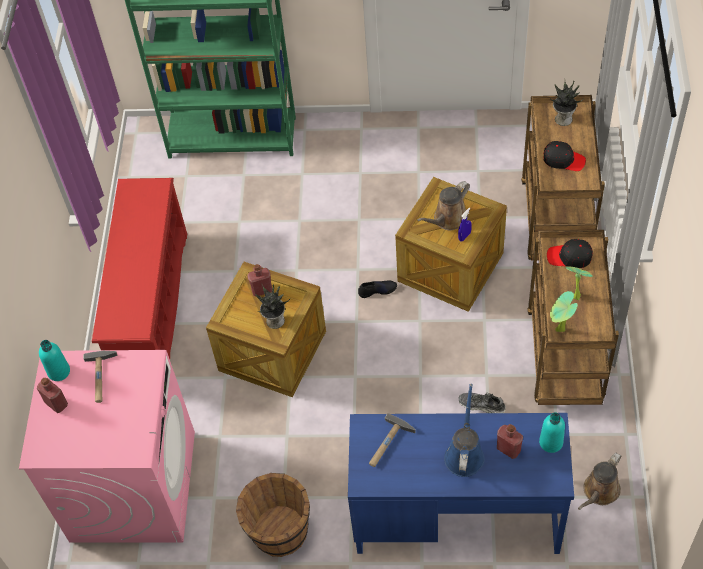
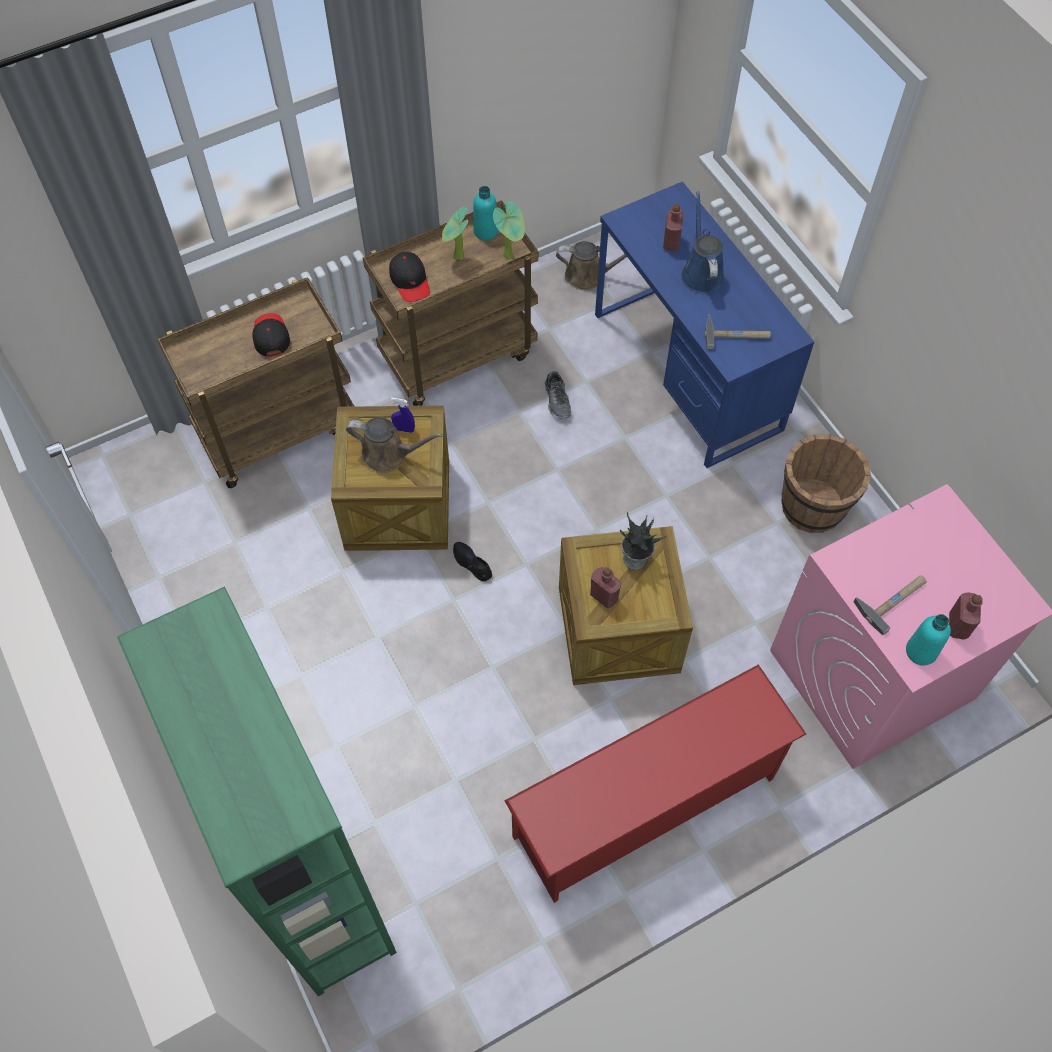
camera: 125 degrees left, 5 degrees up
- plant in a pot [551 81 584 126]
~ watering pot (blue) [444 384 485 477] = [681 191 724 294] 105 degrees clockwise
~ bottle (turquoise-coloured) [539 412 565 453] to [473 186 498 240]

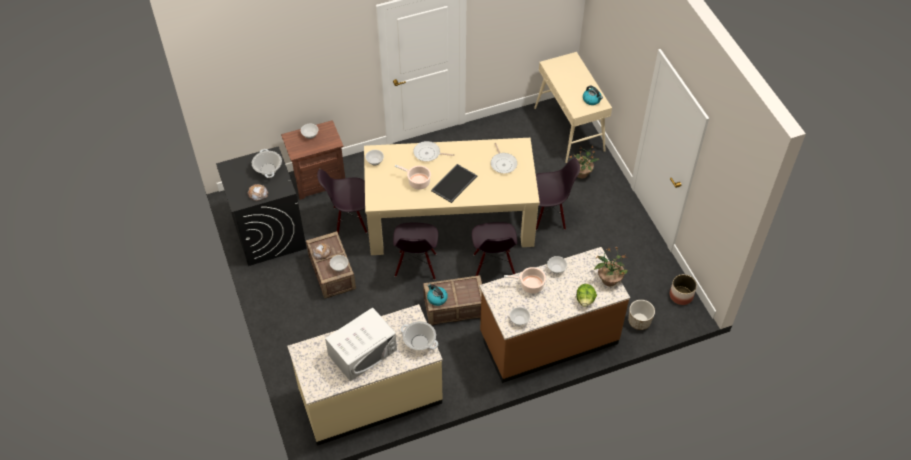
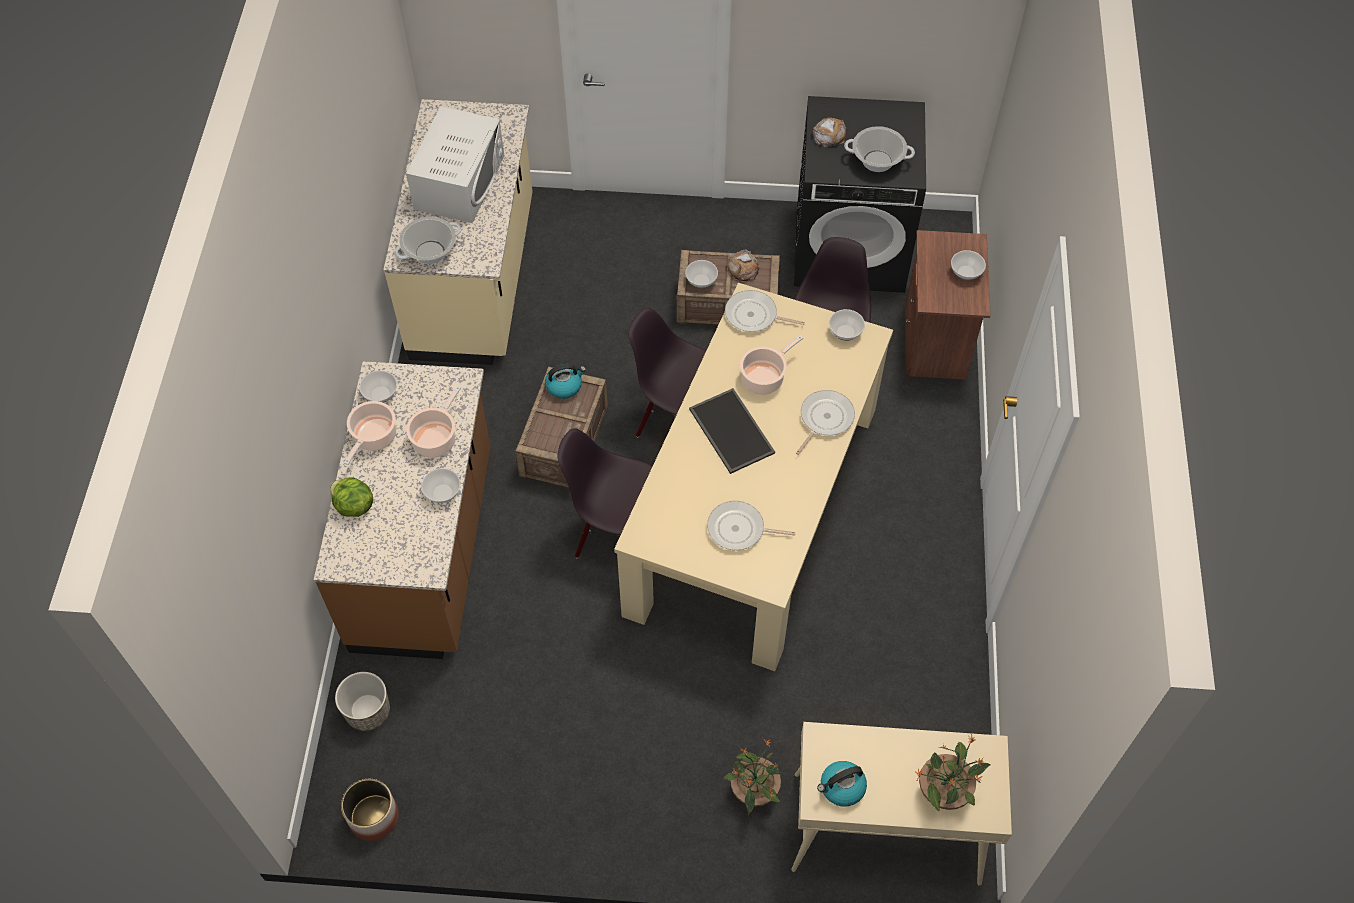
camera: 115 degrees right, 5 degrees up
- chair (black-coloured) [536 158 580 230]
~ plant in a pot [594 247 628 286] to [916 734 990 811]
~ microwave oven (white) [325 307 397 381] = [406 106 504 223] 150 degrees counterclockwise
+ frying pan [725 290 805 332]
+ stockpot [344 401 396 465]

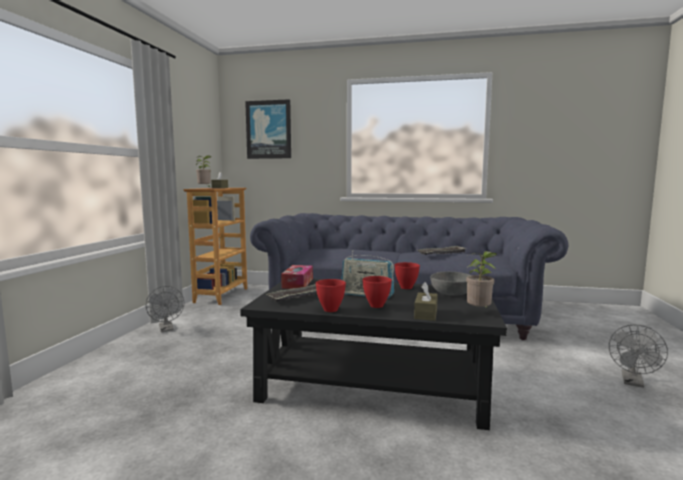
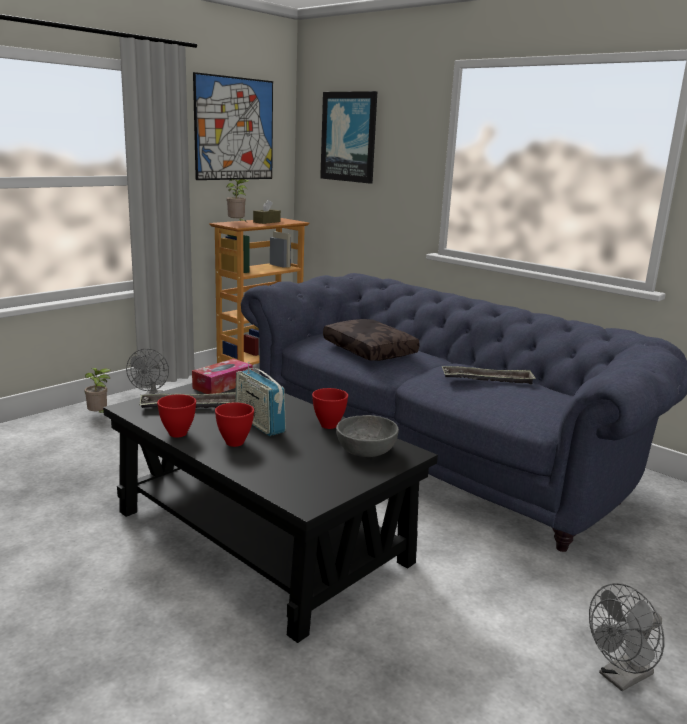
camera: 30 degrees right, 10 degrees up
~ plant in a pot [466 251 497 308] to [84 368 111 413]
- tissue box (brownish) [414 282 438 321]
+ picture [193 72 273 180]
+ cushion (brownish) [323 319 420 361]

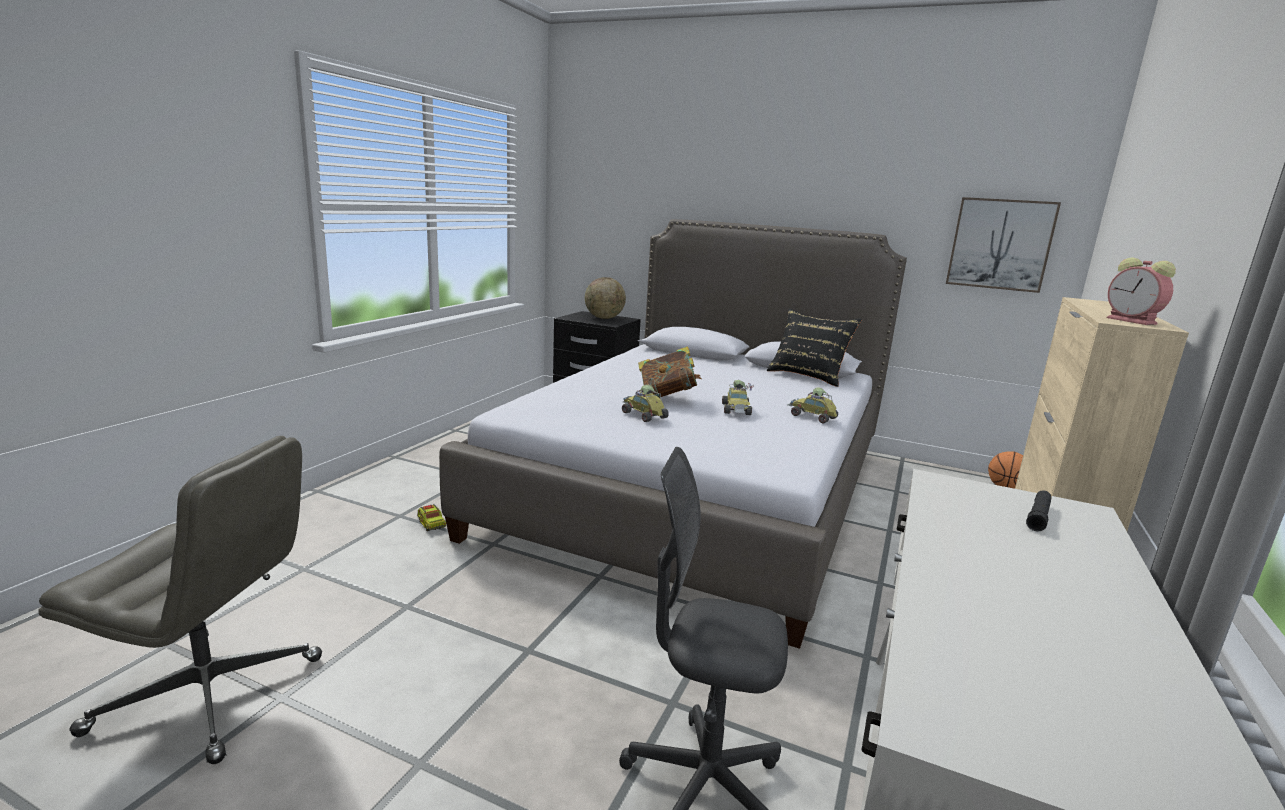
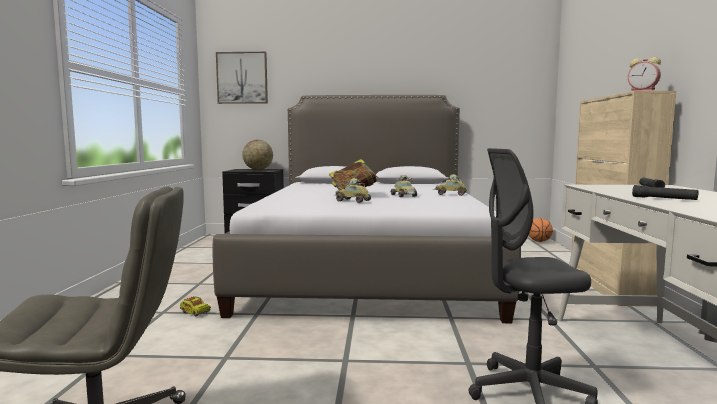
camera: 20 degrees left, 10 degrees down
~ picture [946 197 1061 293] to [216 52 268 104]
- cushion (black-coloured) [767 309 862 387]
+ flashlight (black-coloured) [632 185 698 200]

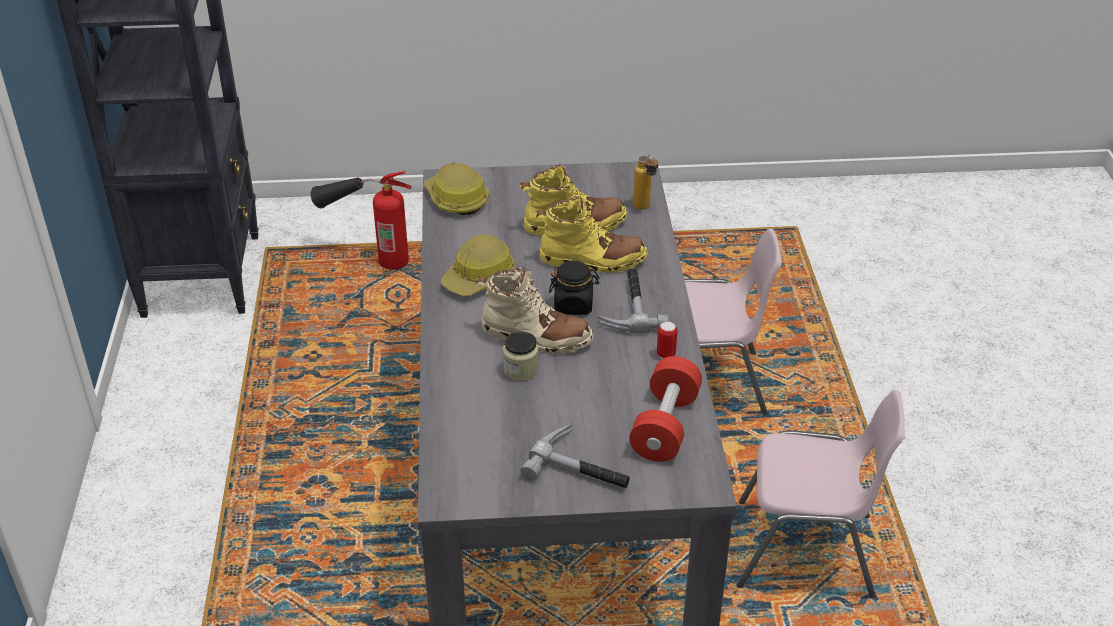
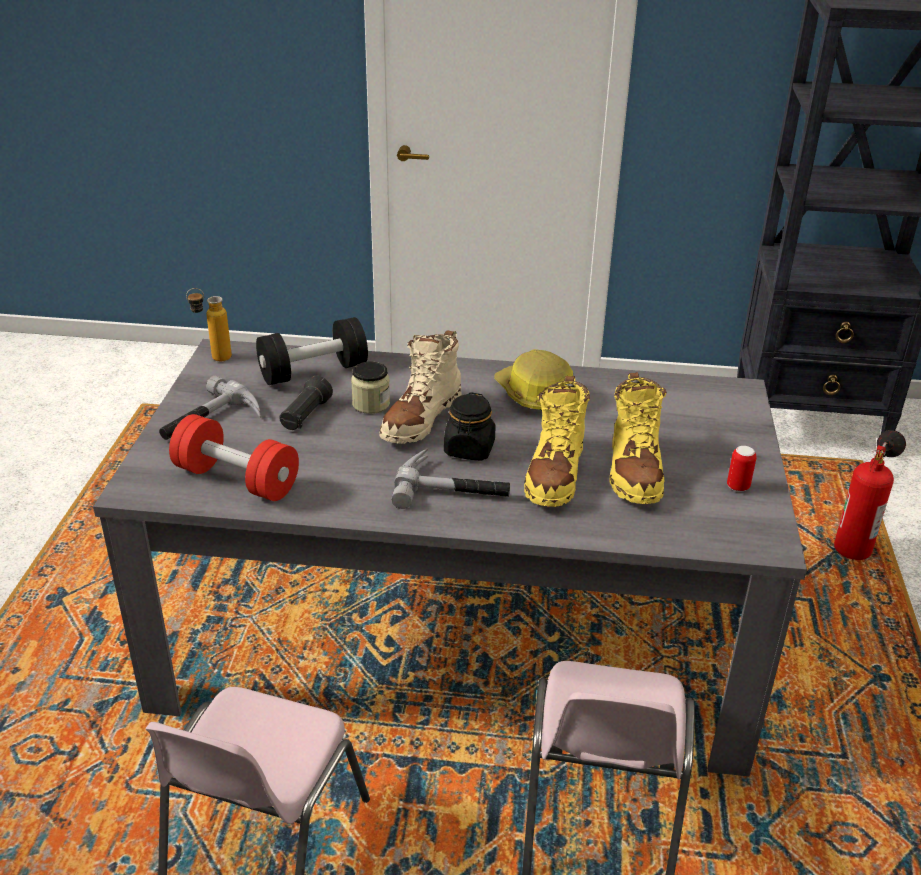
camera: 100 degrees right, 5 degrees down
~ bottle [633 154 658 209] to [186 288 232 361]
- work helmet [424 162 489 215]
~ metal can [657 322 678 359] to [727 446 757 492]
+ dumbbell (black-coloured) [256 317 368 385]
+ flashlight (black-coloured) [279 376 333 430]

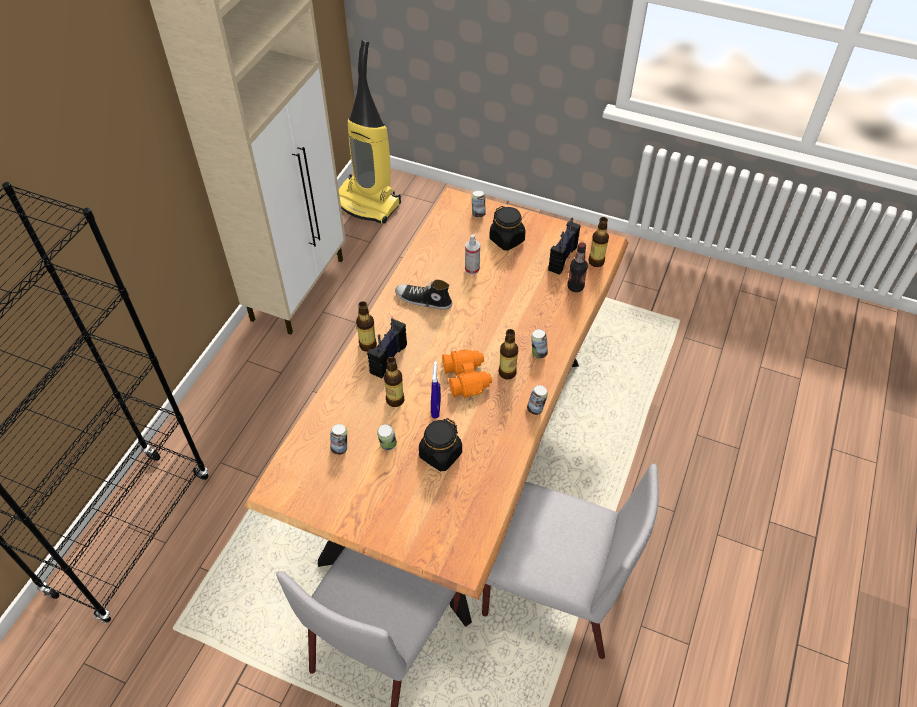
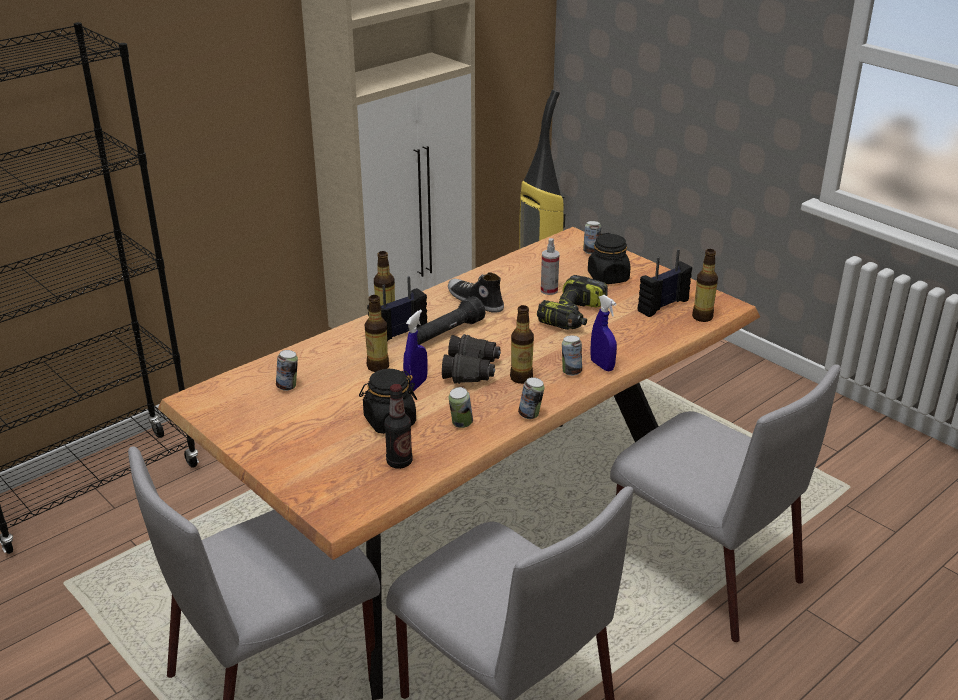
camera: 25 degrees right, 20 degrees down
~ bottle [567 242 588 292] to [384 384 413 469]
~ pair of binoculars (orange) [442 349 492 398] to pair of binoculars (black-coloured) [442 334 501 384]
~ metal can [377 424 397 450] to [449 387 473 428]
+ electric drill [537 275 608 330]
+ sprayer (blue) [590 295 617 371]
+ flashlight (black-coloured) [416 296 485 345]
+ chair (gray) [610 364 841 642]

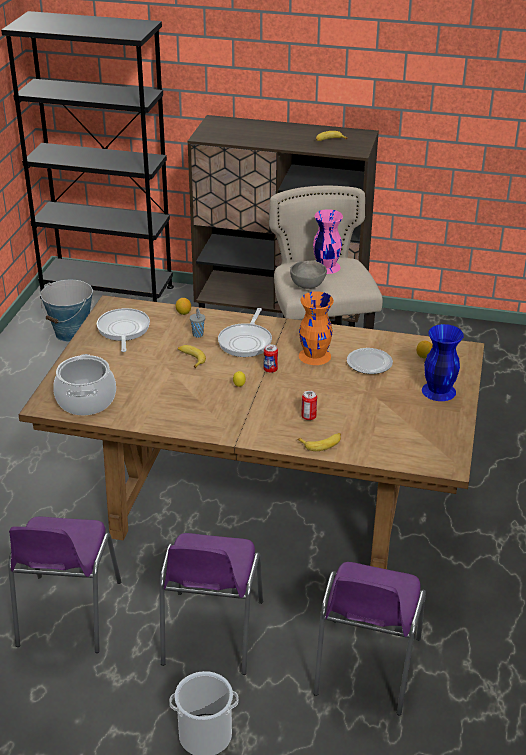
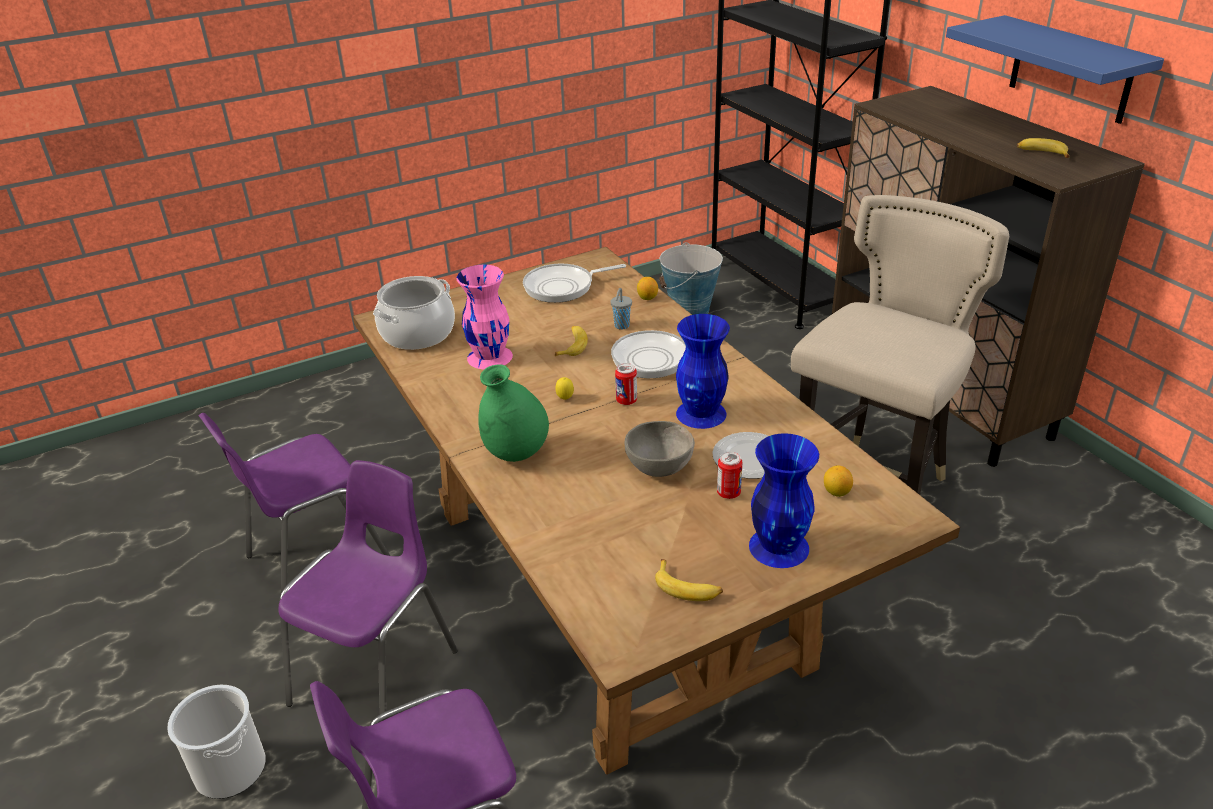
camera: 50 degrees right, 0 degrees up
~ vase (pink) [313 209 343 274] to [456 265 513 369]
~ serving bowl (gray) [290 261 327 289] to [625 421 695 477]
~ vase (orange) [299 291 334 365] to vase (blue) [676 314 730 429]
~ frying pan [97 308 150 352] = [523 264 626 303] 150 degrees counterclockwise
~ metal can [301 390 317 420] to [717 452 743 499]
~ banana fruit [297 433 341 451] to [655 559 723 601]
~ chair (purplish) [159 533 263 675] = [278 460 458 714] 150 degrees clockwise
+ shelf (blue) [946 15 1164 124]
+ vase (greenish) [478 365 549 462]

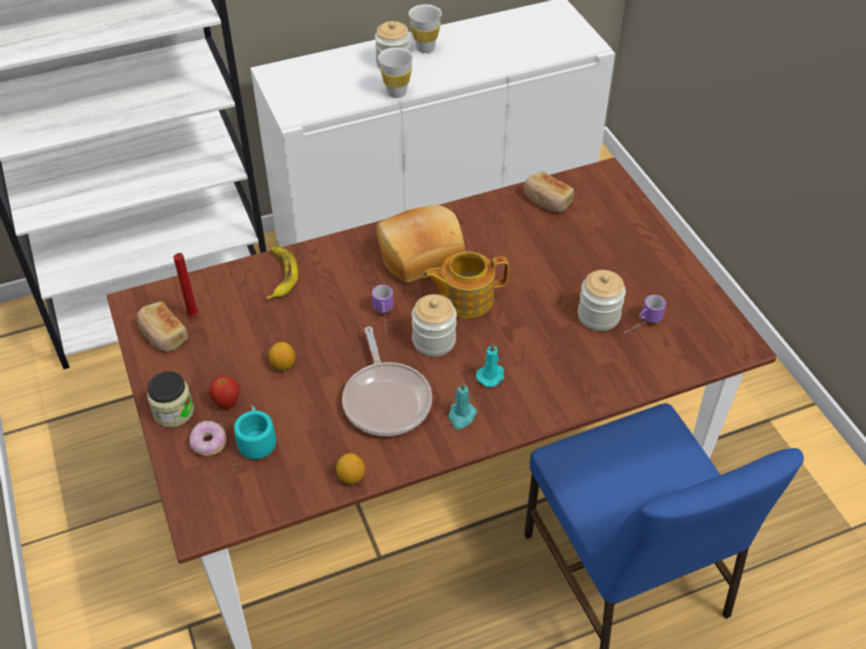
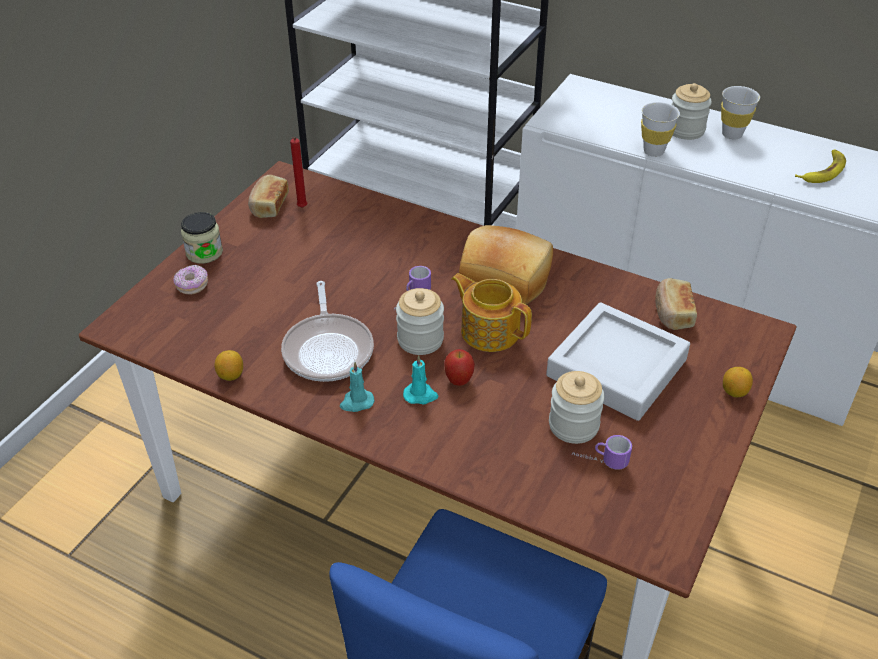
camera: 50 degrees right, 5 degrees down
~ banana fruit [266 247 298 299] to [795 149 846 183]
~ frying pan [342 327 432 436] = [281 281 374 382] 45 degrees counterclockwise
~ citrus fruit [268 342 295 370] to [723 367 753 397]
~ apple fruit [209 375 239 409] to [444 349 475 386]
- tea mug (turquoise-coloured) [234 405 276 465]
+ tray (gray) [546 302 690 421]

